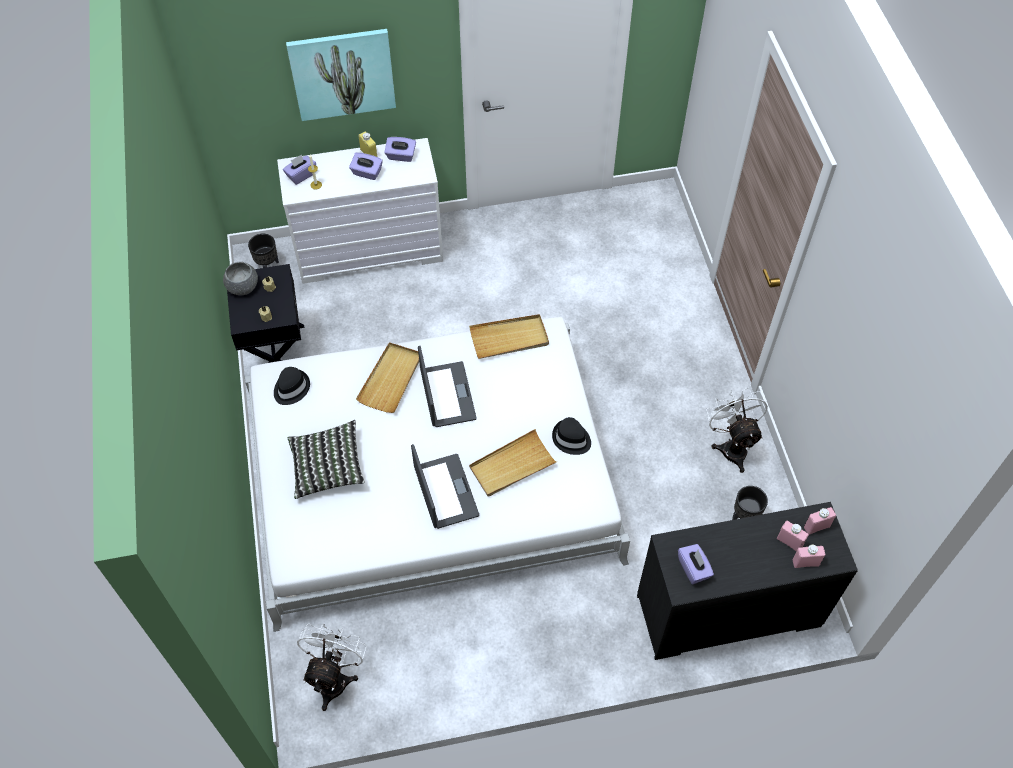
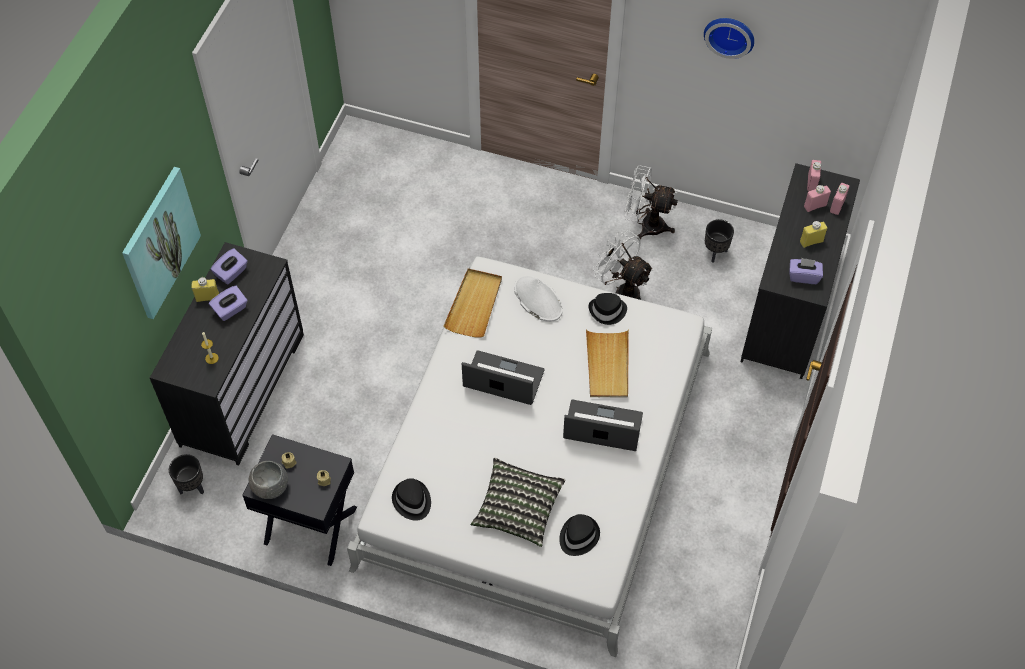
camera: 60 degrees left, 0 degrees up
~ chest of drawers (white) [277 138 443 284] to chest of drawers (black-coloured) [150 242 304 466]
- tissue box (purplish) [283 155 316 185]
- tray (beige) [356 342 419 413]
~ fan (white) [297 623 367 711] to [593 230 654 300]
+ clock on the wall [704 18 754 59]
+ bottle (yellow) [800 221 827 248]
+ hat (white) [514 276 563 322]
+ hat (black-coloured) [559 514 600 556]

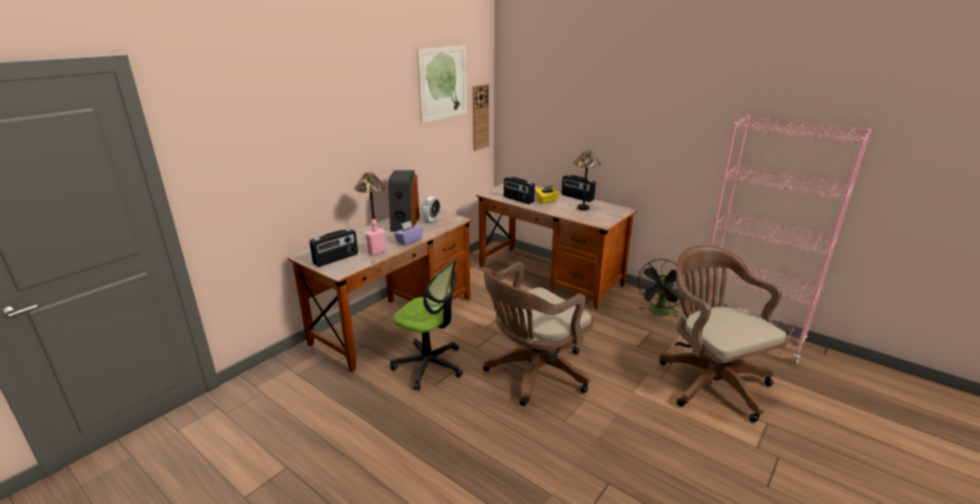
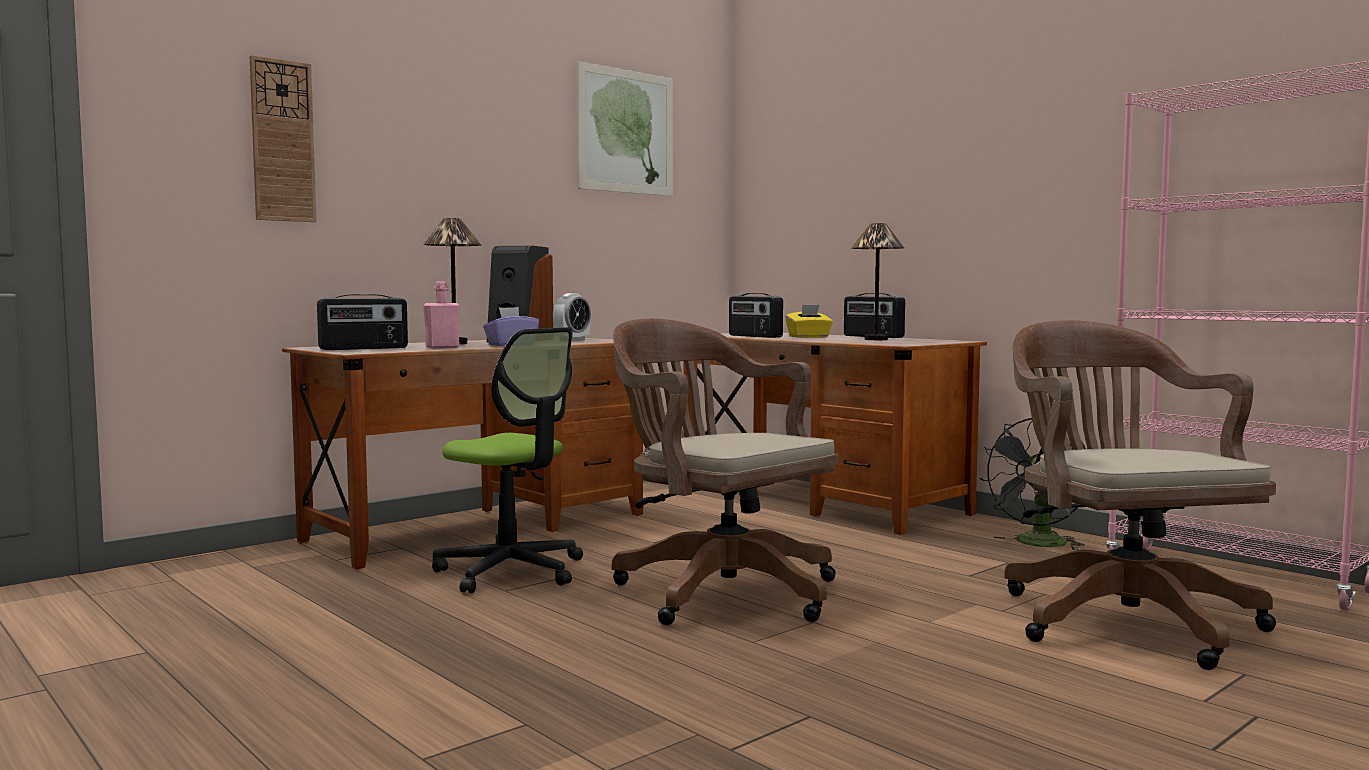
camera: 10 degrees right, 20 degrees down
~ clock on the wall [473 84 489 151] to [249 55 317 222]
~ computer chair (brownish) [483 262 593 406] = [612 319 839 625] 75 degrees clockwise

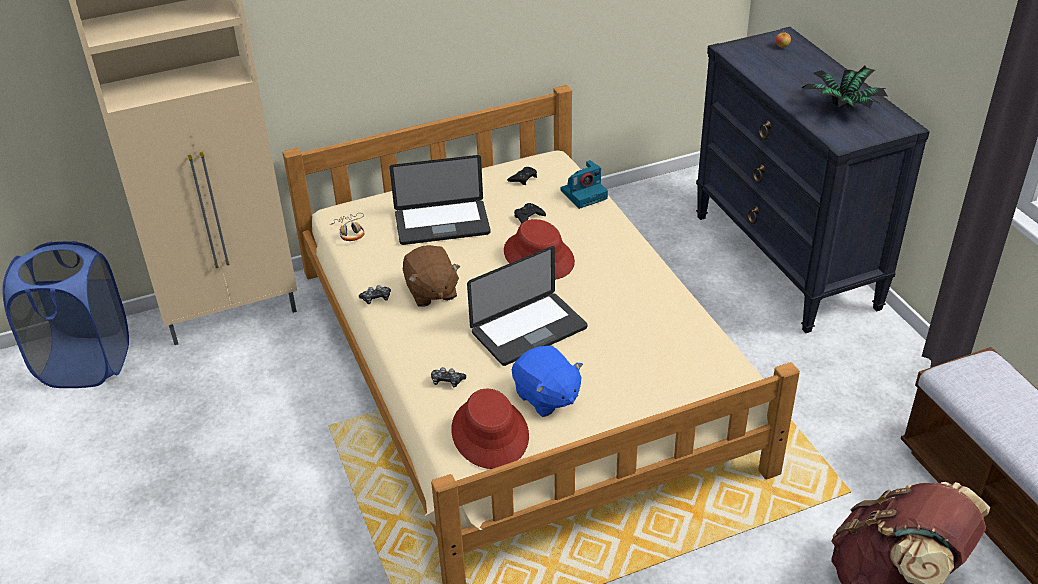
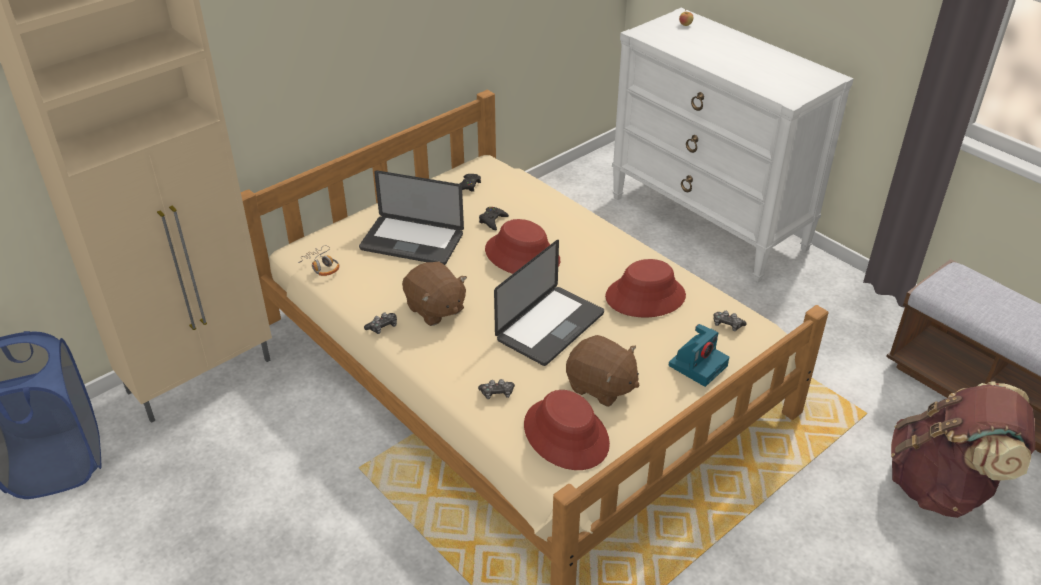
camera: 20 degrees left, 0 degrees up
~ chest of drawers (black-coloured) [696 27 930 333] to chest of drawers (white) [612 8 854 282]
- plant in a pot [801 66 887 109]
~ laptop [390 155 491 245] = [359 170 464 265] 45 degrees clockwise
~ still camera [561 160 608 209] to [669 324 729 387]
~ soft toy (blue) [512 345 583 417] to soft toy (brownish) [566 335 639 407]
+ hat (reddish) [605 259 686 318]
+ gamepad [714 311 747 331]

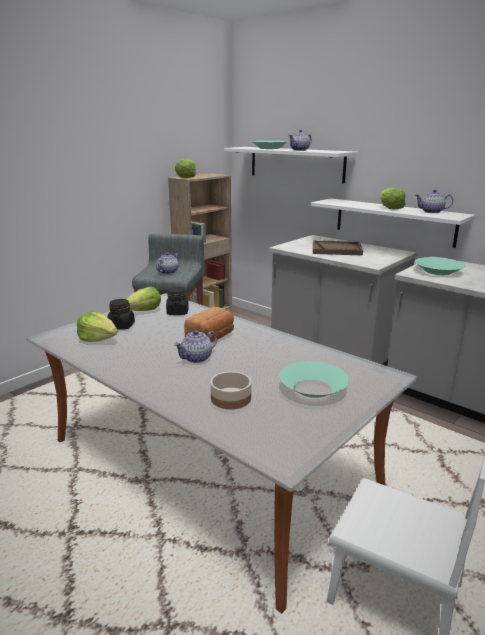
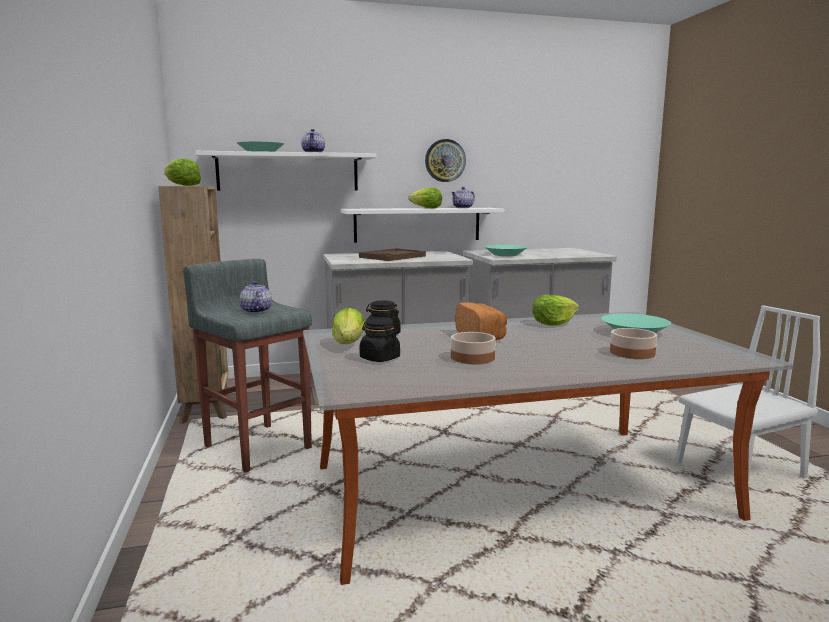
camera: 55 degrees left, 10 degrees down
~ lettuce [77 311 118 342] to [532 295 579 326]
- pot for tea [174 330 217 363]
+ clock on the wall [425 139 466 182]
+ serving bowl [451 332 496 364]

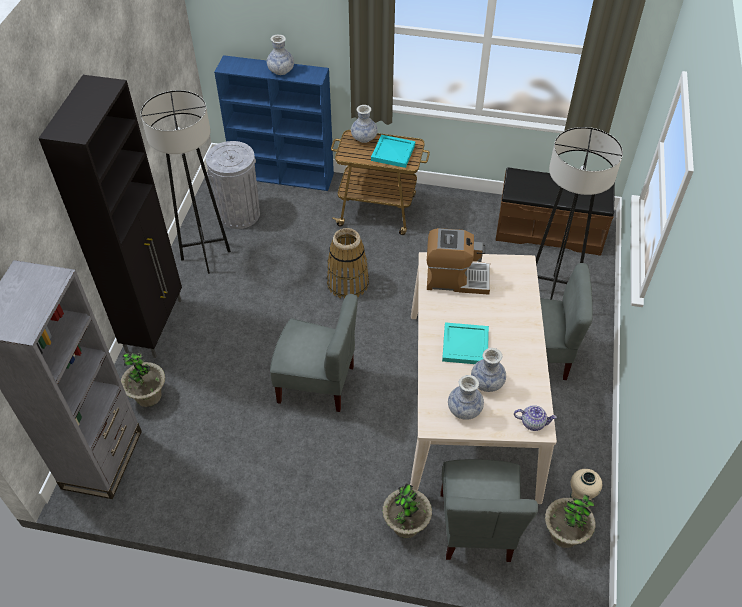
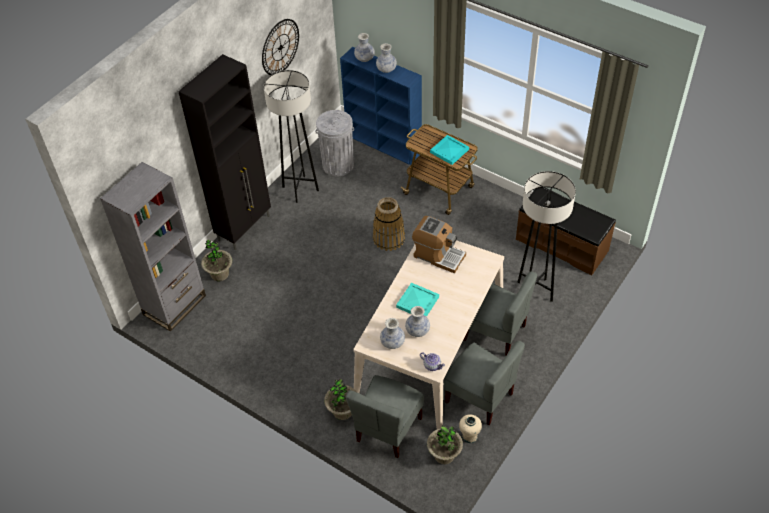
camera: 25 degrees right, 0 degrees up
~ vase [351 105 378 143] to [354 33 375 62]
~ chair (gray) [270 294 358 412] to [444 341 525 425]
+ clock on the wall [262 19 299 75]

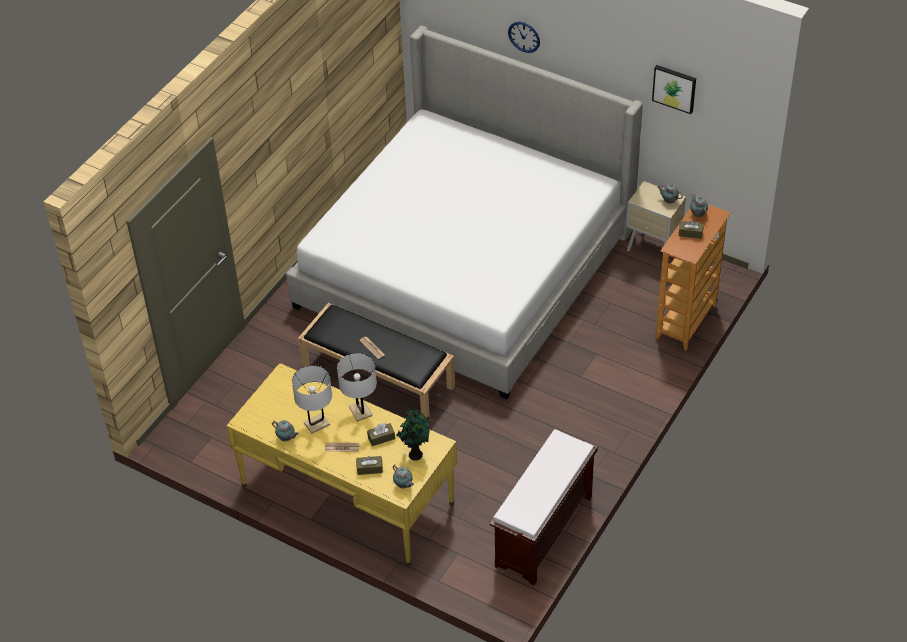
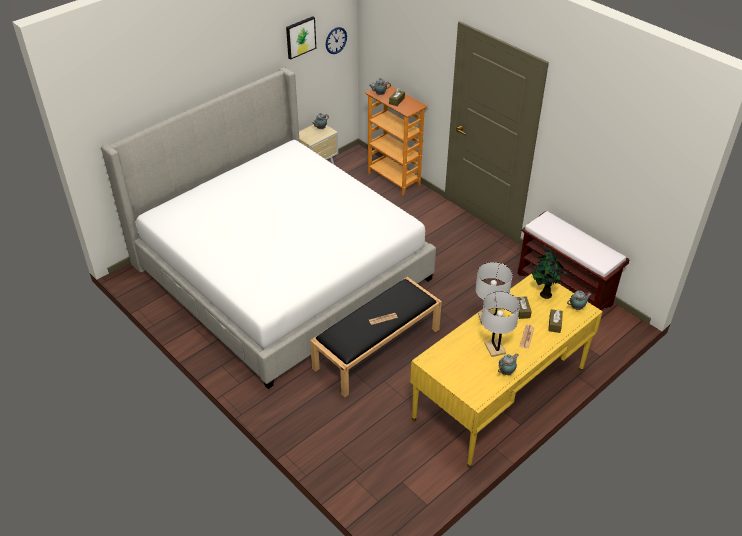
camera: 75 degrees left, 5 degrees down
~ clock on the wall [508 22 540 53] to [326 27 347 54]

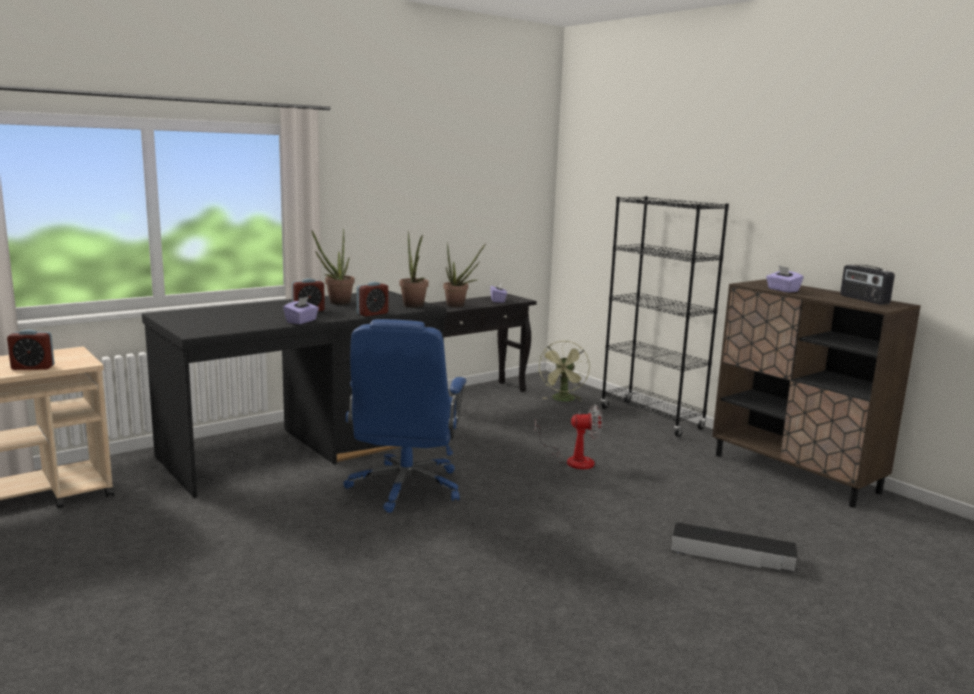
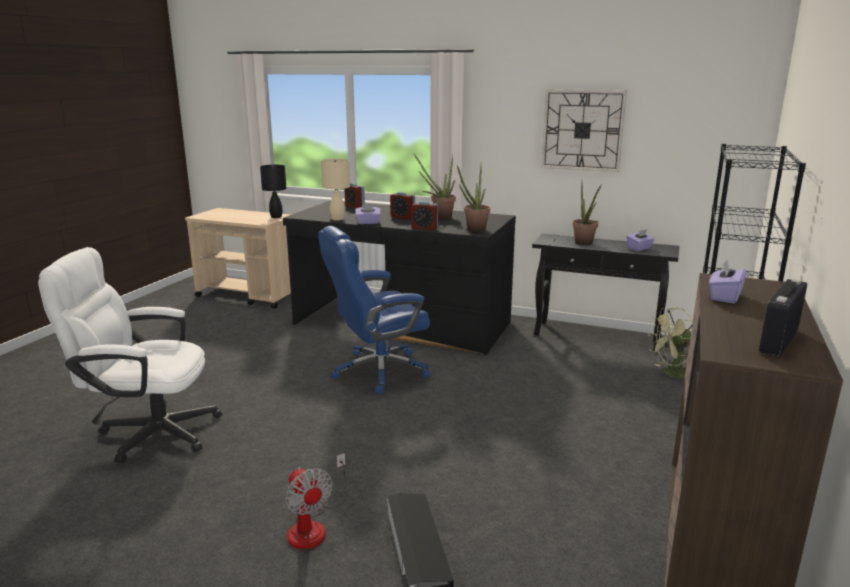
camera: 60 degrees right, 5 degrees up
~ table clock [7 329 54 370] to [344 183 365 208]
~ fan [535 405 603 469] to [285 453 348 549]
+ clock on the wall [541 89 627 172]
+ lamp for a table (beige) [321 159 350 221]
+ lamp for a table (black-coloured) [260 165 287 218]
+ computer chair (white) [38 247 222 463]

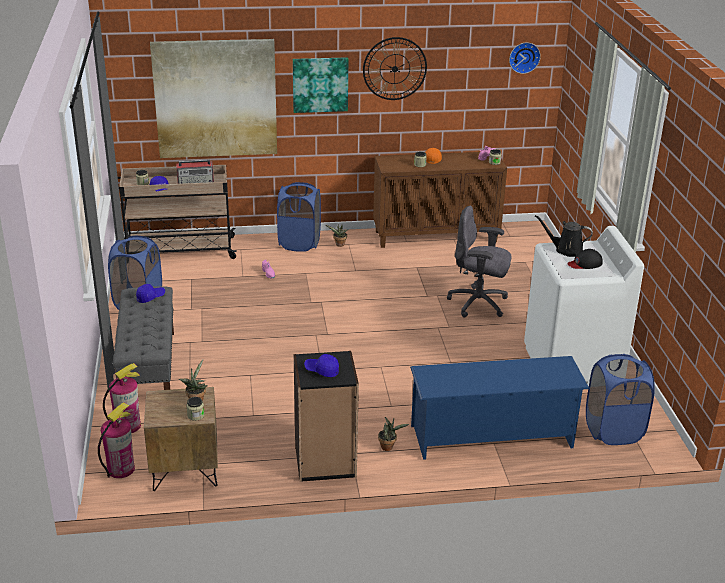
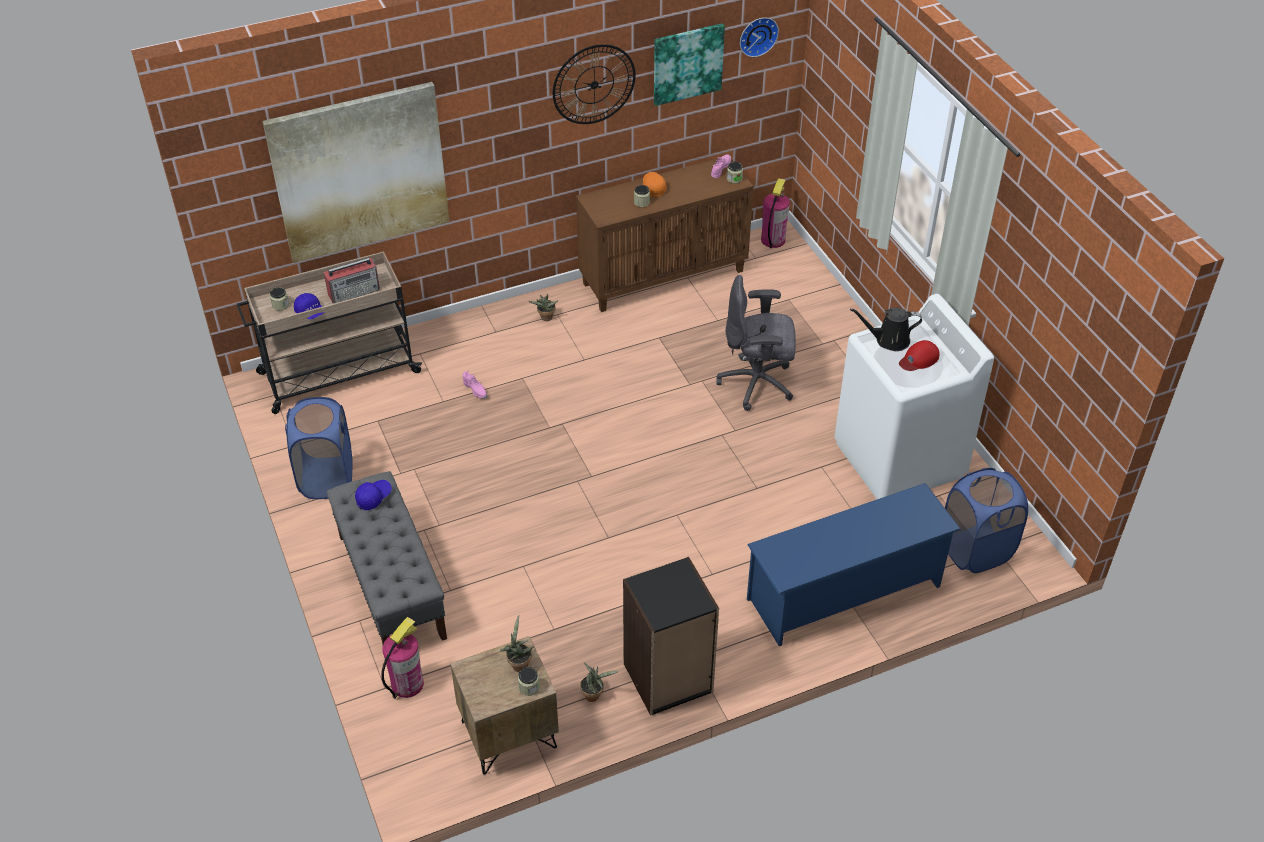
camera: 15 degrees left, 15 degrees up
~ picture [293 57 348 113] to [654 23 725 106]
- hamper (blue) [277 182 321 252]
~ cap (black-coloured) [567 249 603 269] to cap (reddish) [899 340 940 371]
- cap (blue) [304 354 339 377]
~ fire-fighting cylinder [98 402 135 478] to [761 178 790 248]
~ plant in a pot [378 417 409 451] to [580 663 619 702]

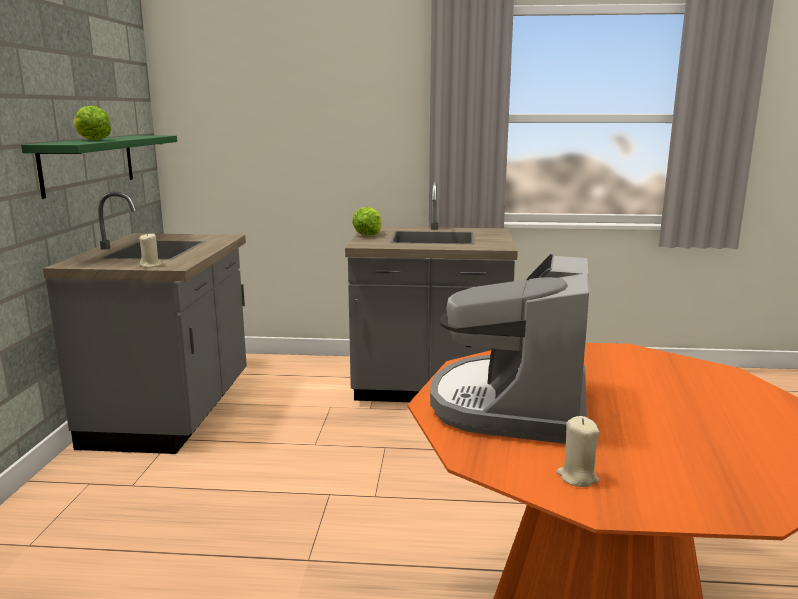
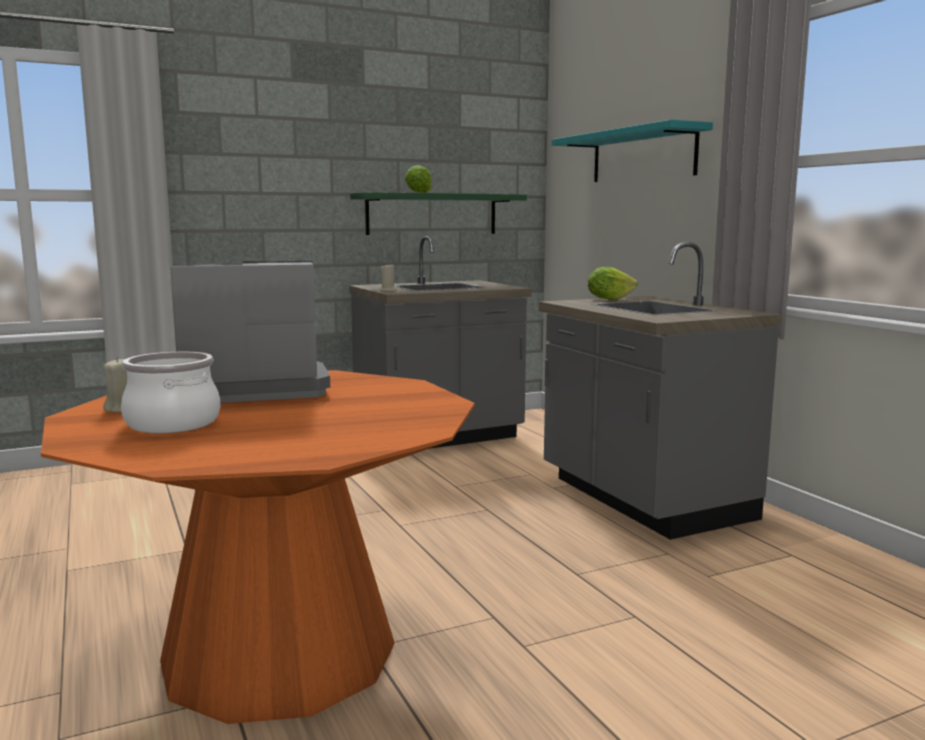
camera: 60 degrees right, 5 degrees down
+ shelf (turquoise-coloured) [552 119 713 182]
+ stockpot [121 352 220 433]

